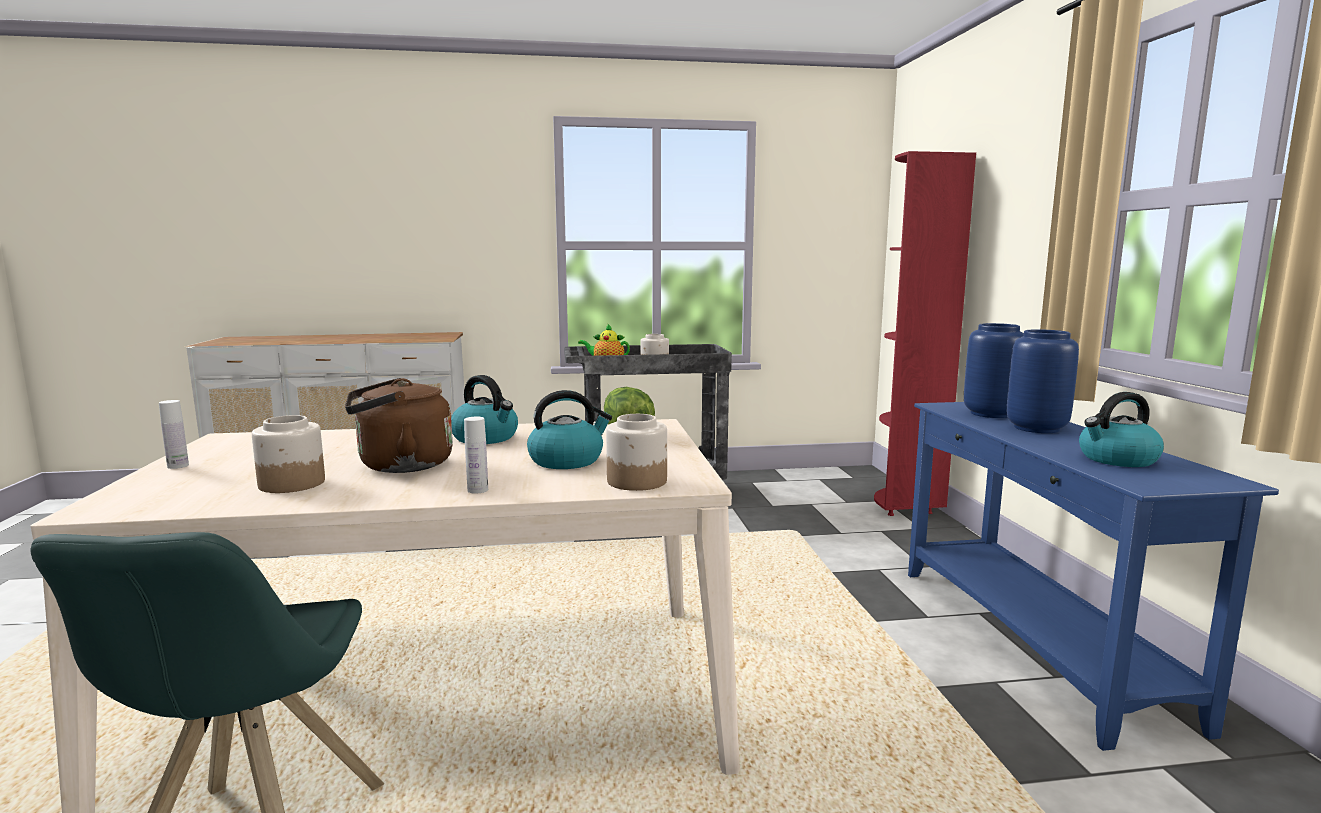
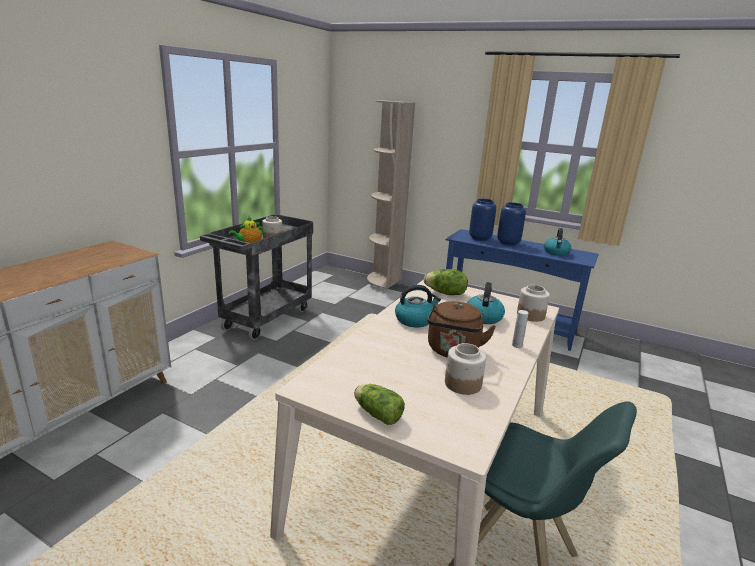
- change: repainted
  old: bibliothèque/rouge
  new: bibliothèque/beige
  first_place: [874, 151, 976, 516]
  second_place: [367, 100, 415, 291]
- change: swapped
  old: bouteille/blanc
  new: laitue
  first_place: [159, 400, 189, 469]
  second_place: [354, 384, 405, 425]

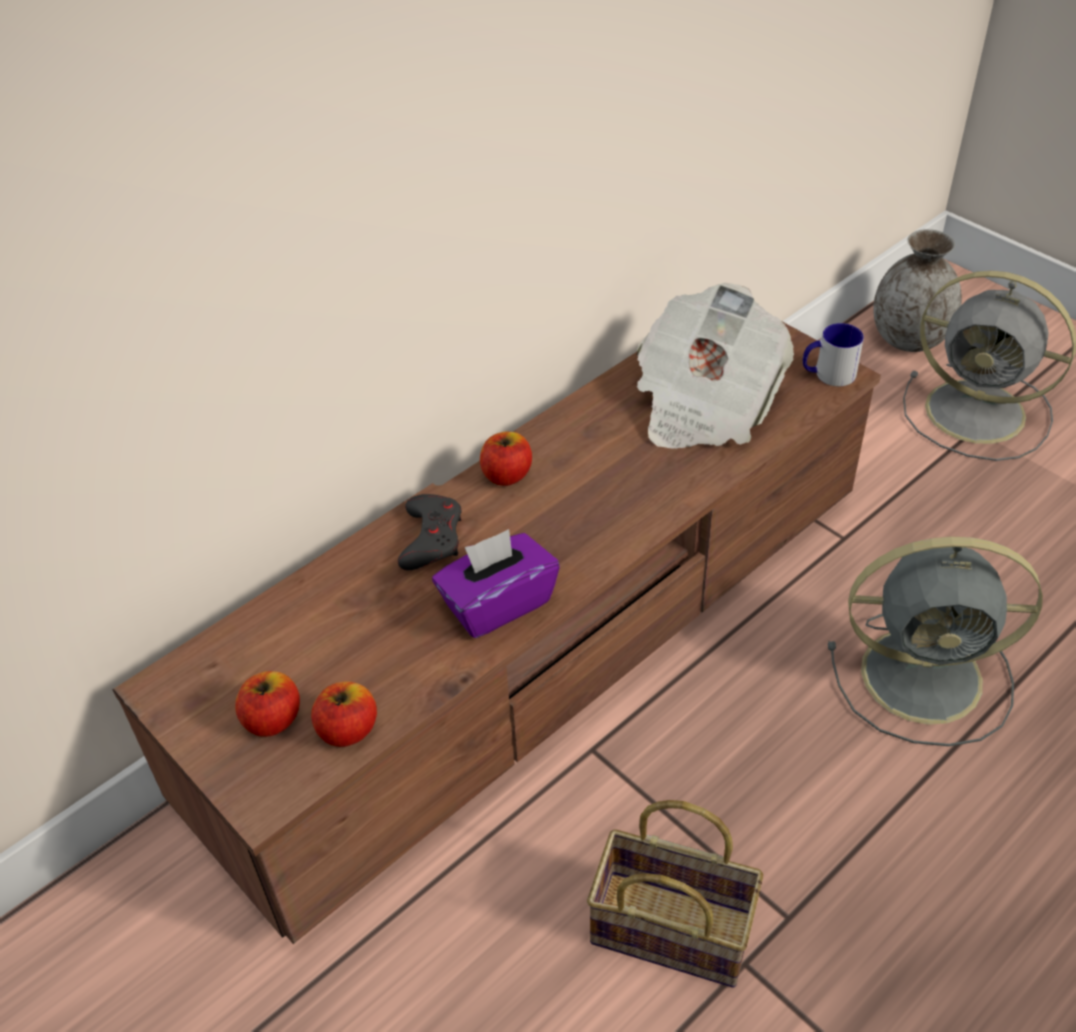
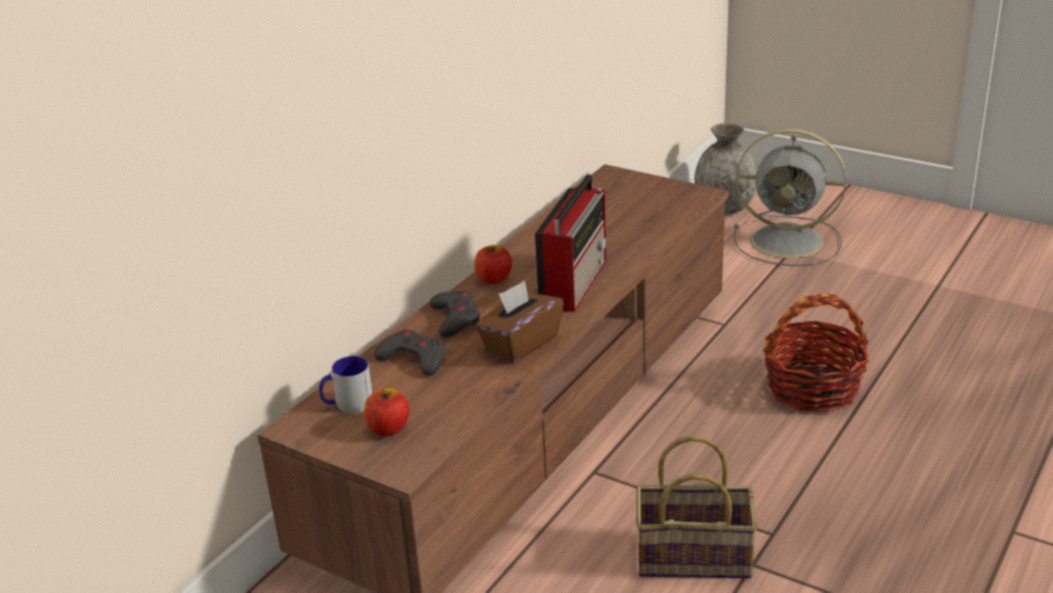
- change: gone
  old: journal
  first_place: [636, 283, 794, 449]
- change: shifted
  old: mug
  first_place: [803, 323, 864, 386]
  second_place: [319, 356, 372, 413]
- change: repainted
  old: boîte à mouchoirs/violet
  new: boîte à mouchoirs/marron
  first_place: [432, 529, 560, 638]
  second_place: [475, 280, 564, 363]
- change: swapped
  old: ventilateur/gris
  new: panier
  first_place: [828, 537, 1043, 746]
  second_place: [763, 293, 869, 412]
- change: gone
  old: pomme
  first_place: [311, 681, 377, 747]
- change: new
  new: radio
  second_place: [535, 174, 606, 312]
- change: new
  new: manette/gris
  second_place: [374, 329, 446, 376]

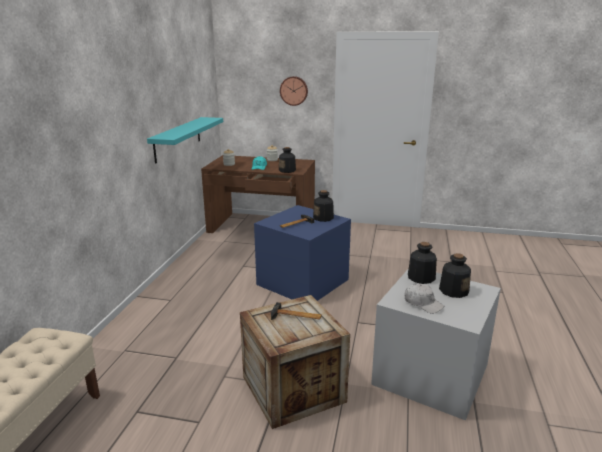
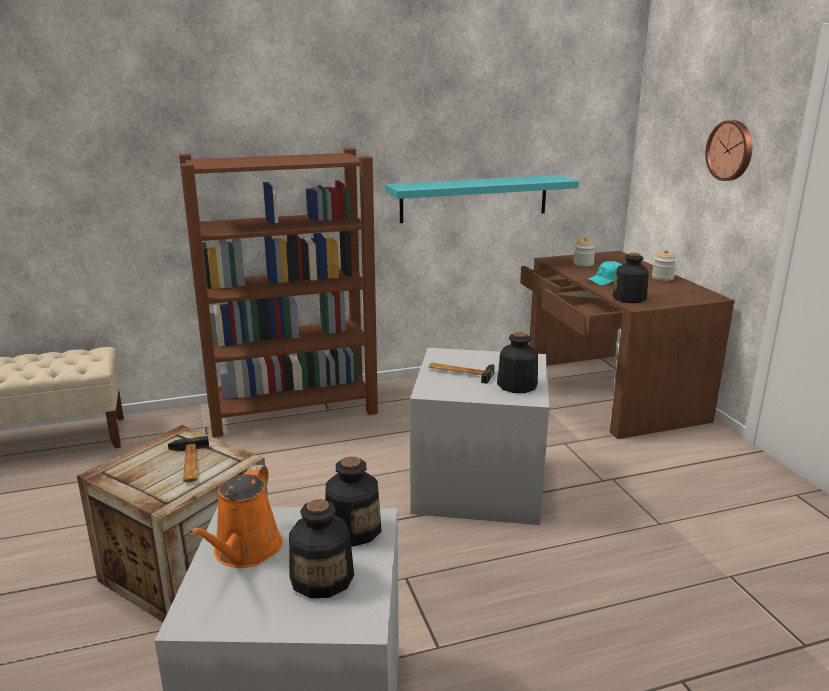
- change: repainted
  old: boîte de rangement/bleu
  new: boîte de rangement/gris
  first_place: [254, 205, 351, 301]
  second_place: [410, 348, 549, 525]
- change: swapped
  old: casquette/blanc
  new: arrosoir/orange
  first_place: [404, 284, 444, 314]
  second_place: [189, 465, 283, 568]
- change: new
  new: bibliothèque/marron
  second_place: [179, 147, 378, 437]

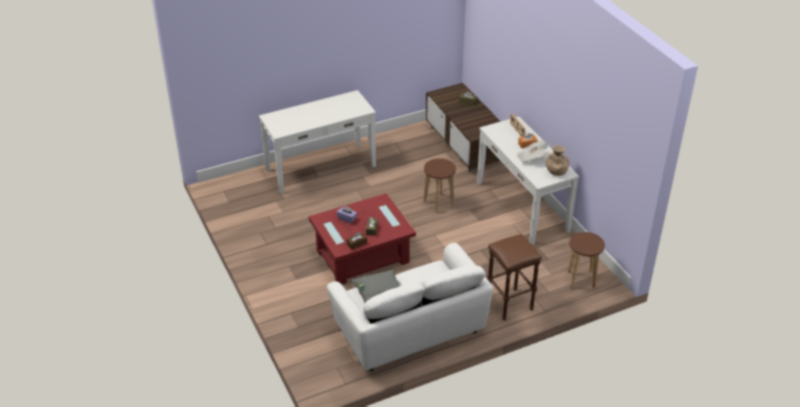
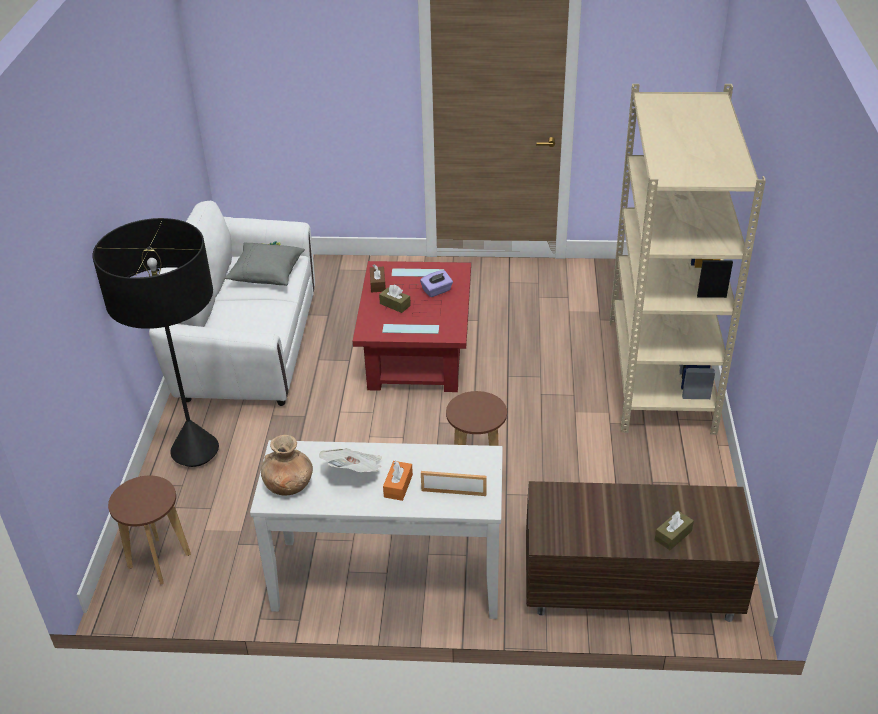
- change: swapped
  old: table console/blanc
  new: bibliothèque/beige
  first_place: [259, 90, 376, 194]
  second_place: [610, 84, 766, 435]
- change: swapped
  old: tabouret/marron
  new: lampadaire/noir
  first_place: [487, 234, 542, 320]
  second_place: [92, 218, 219, 467]

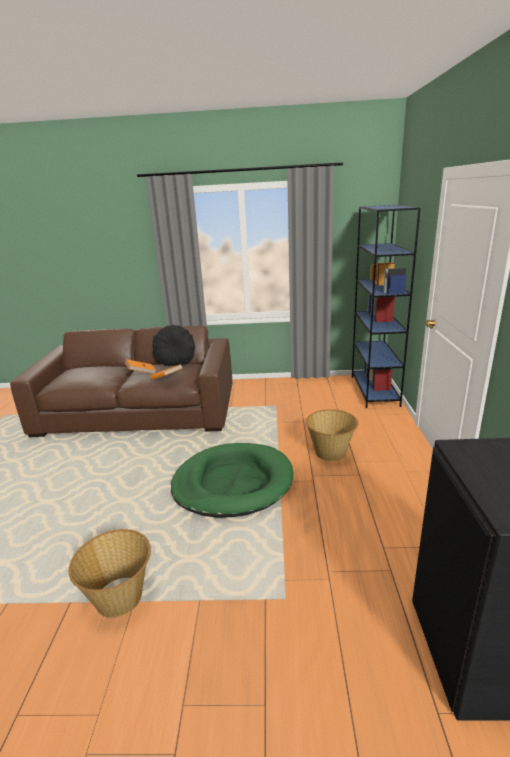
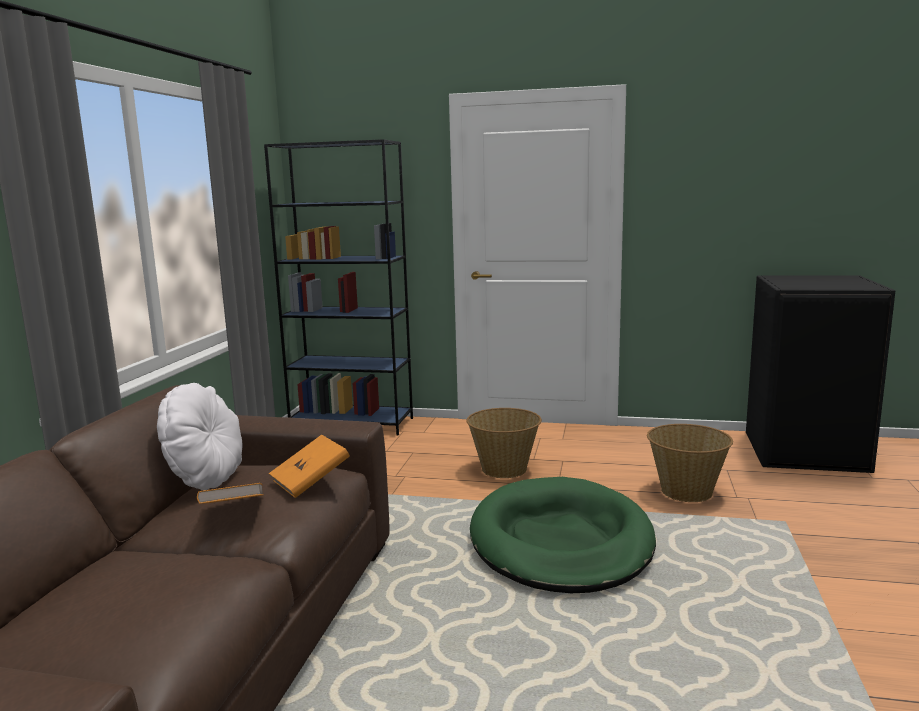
- change: repainted
  old: coussin/noir
  new: coussin/blanc
  first_place: [152, 325, 195, 366]
  second_place: [157, 383, 242, 490]
- change: shifted
  old: panier
  first_place: [69, 529, 151, 618]
  second_place: [647, 424, 733, 502]

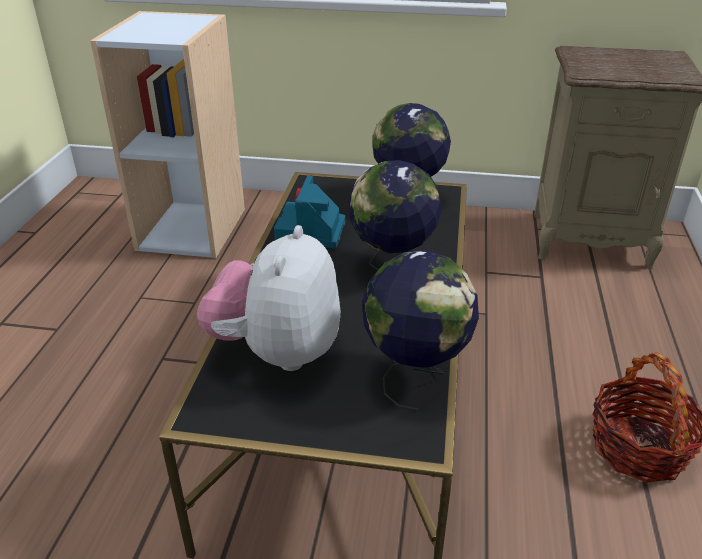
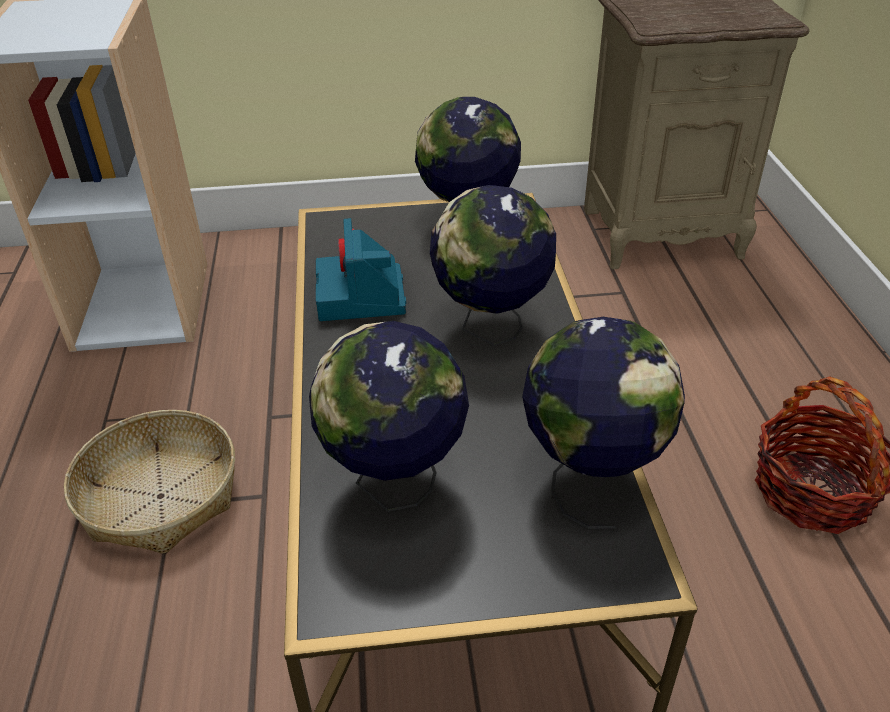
- change: swapped
  old: peluche
  new: globe
  first_place: [197, 225, 340, 371]
  second_place: [309, 321, 469, 512]
- change: new
  new: panier
  second_place: [64, 410, 235, 554]

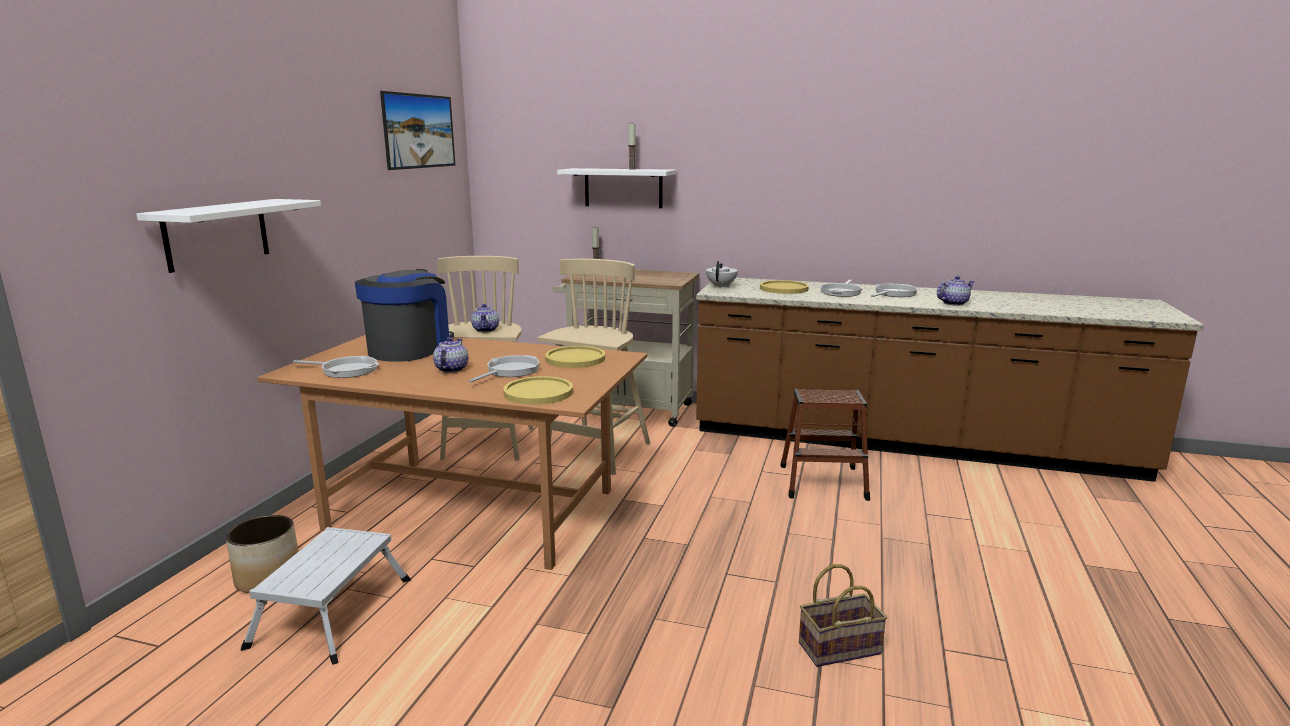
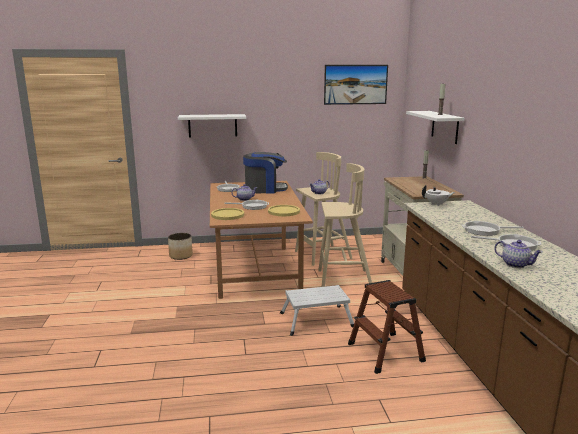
- change: gone
  old: assiette/jaune
  first_place: [760, 280, 809, 294]
- change: shifted
  old: escabeau/blanc
  first_place: [241, 527, 411, 665]
  second_place: [280, 285, 354, 336]
- change: gone
  old: panier
  first_place: [799, 564, 887, 667]

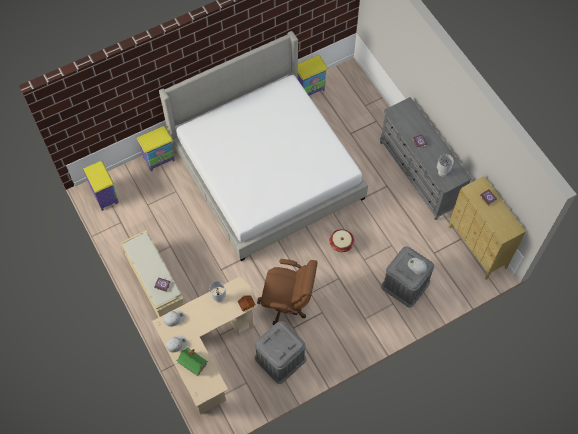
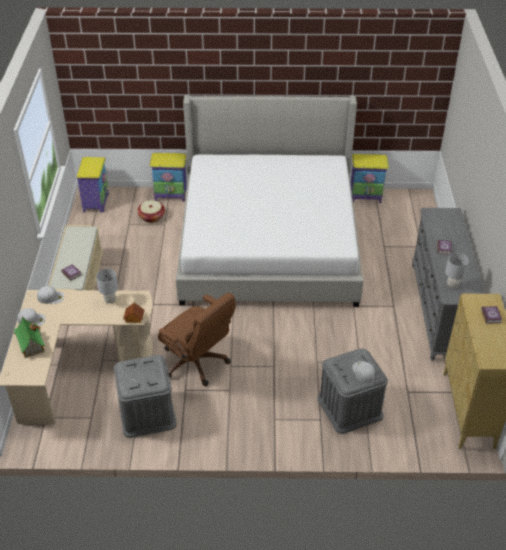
- change: shifted
  old: panier
  first_place: [329, 229, 354, 252]
  second_place: [137, 200, 165, 223]

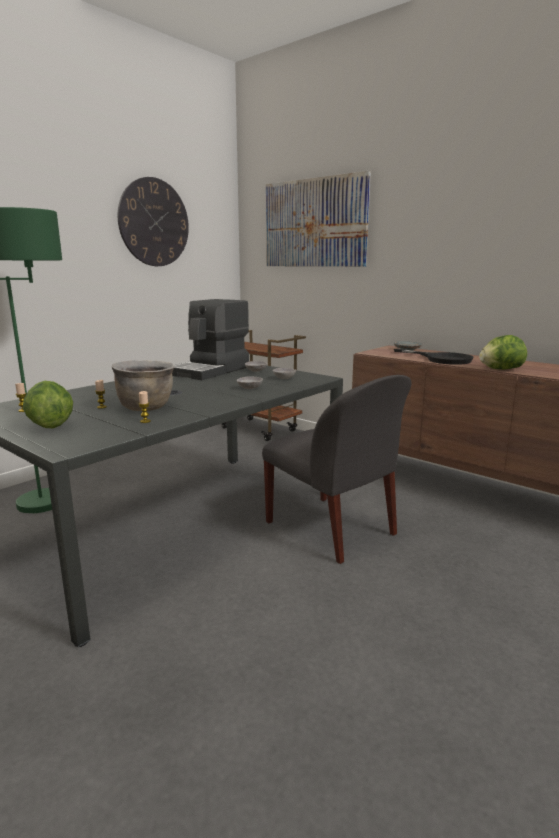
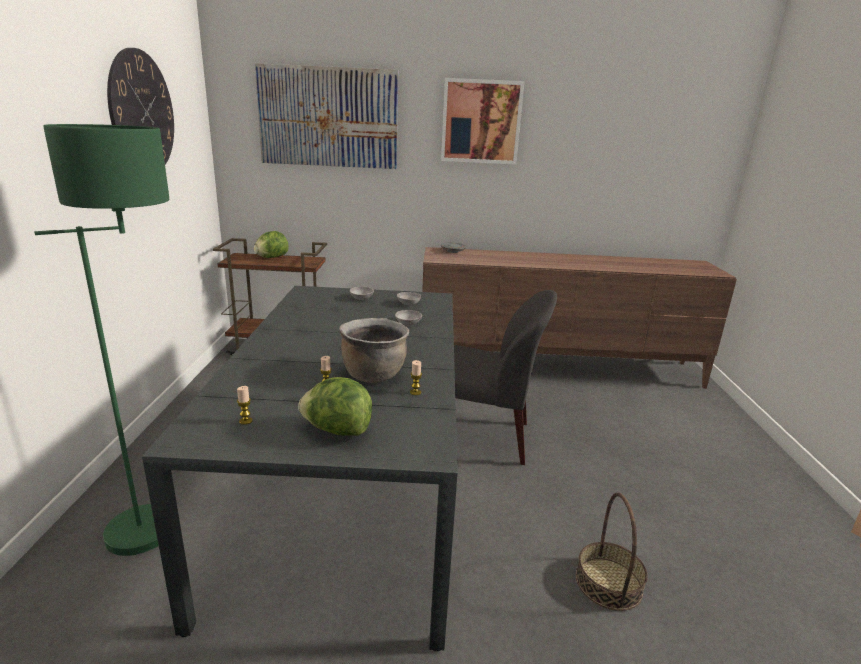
- change: gone
  old: machine à café
  first_place: [172, 299, 249, 380]
- change: shifted
  old: laitue
  first_place: [479, 335, 527, 370]
  second_place: [254, 231, 289, 258]
- change: gone
  old: poêle/noir
  first_place: [394, 348, 473, 365]
- change: new
  new: tableau
  second_place: [441, 78, 525, 165]
- change: new
  new: panier
  second_place: [576, 492, 648, 611]

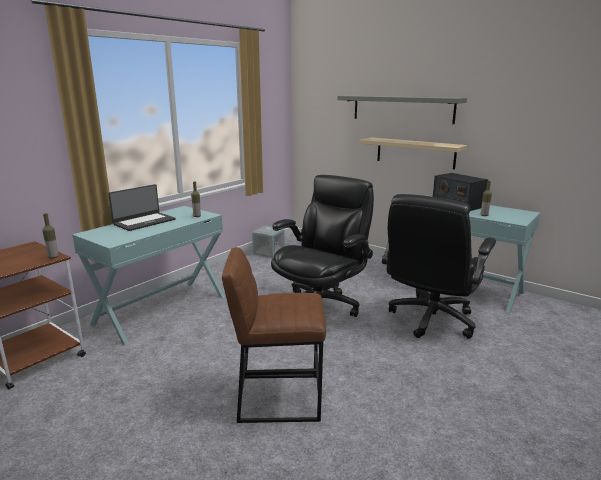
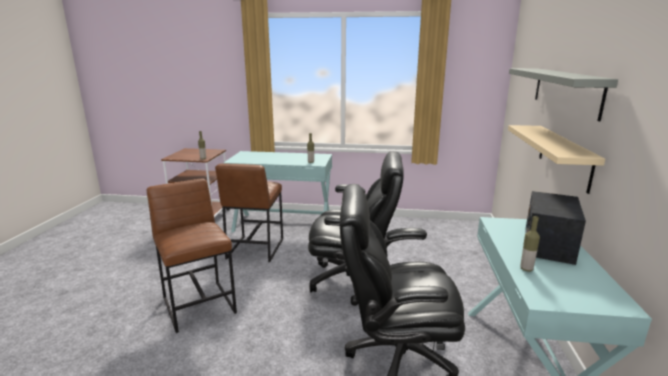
- change: gone
  old: ordinateur portable
  first_place: [108, 184, 176, 231]
- change: gone
  old: boîte de rangement/gris
  first_place: [252, 226, 285, 258]
- change: new
  new: chaise/marron
  second_place: [215, 164, 283, 262]

